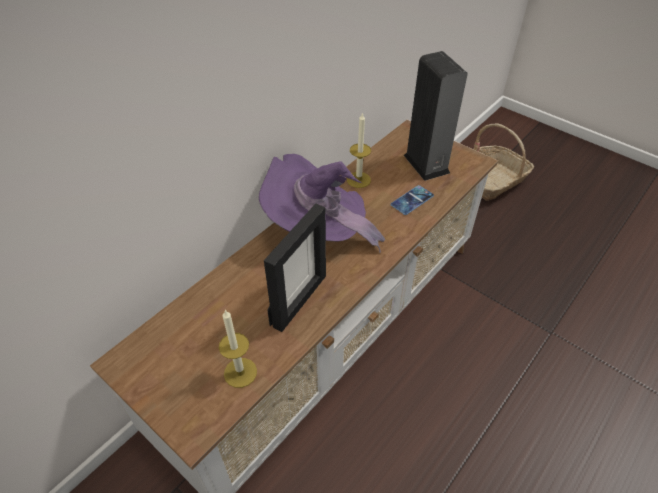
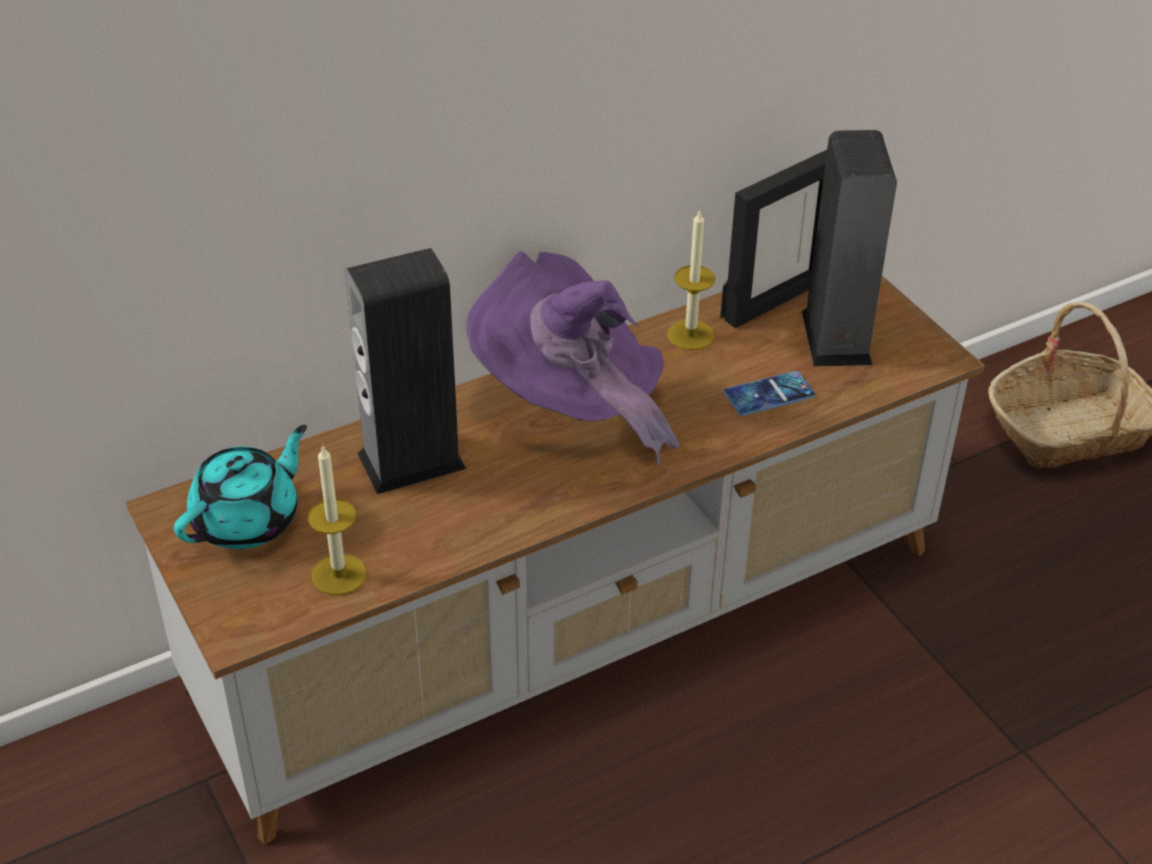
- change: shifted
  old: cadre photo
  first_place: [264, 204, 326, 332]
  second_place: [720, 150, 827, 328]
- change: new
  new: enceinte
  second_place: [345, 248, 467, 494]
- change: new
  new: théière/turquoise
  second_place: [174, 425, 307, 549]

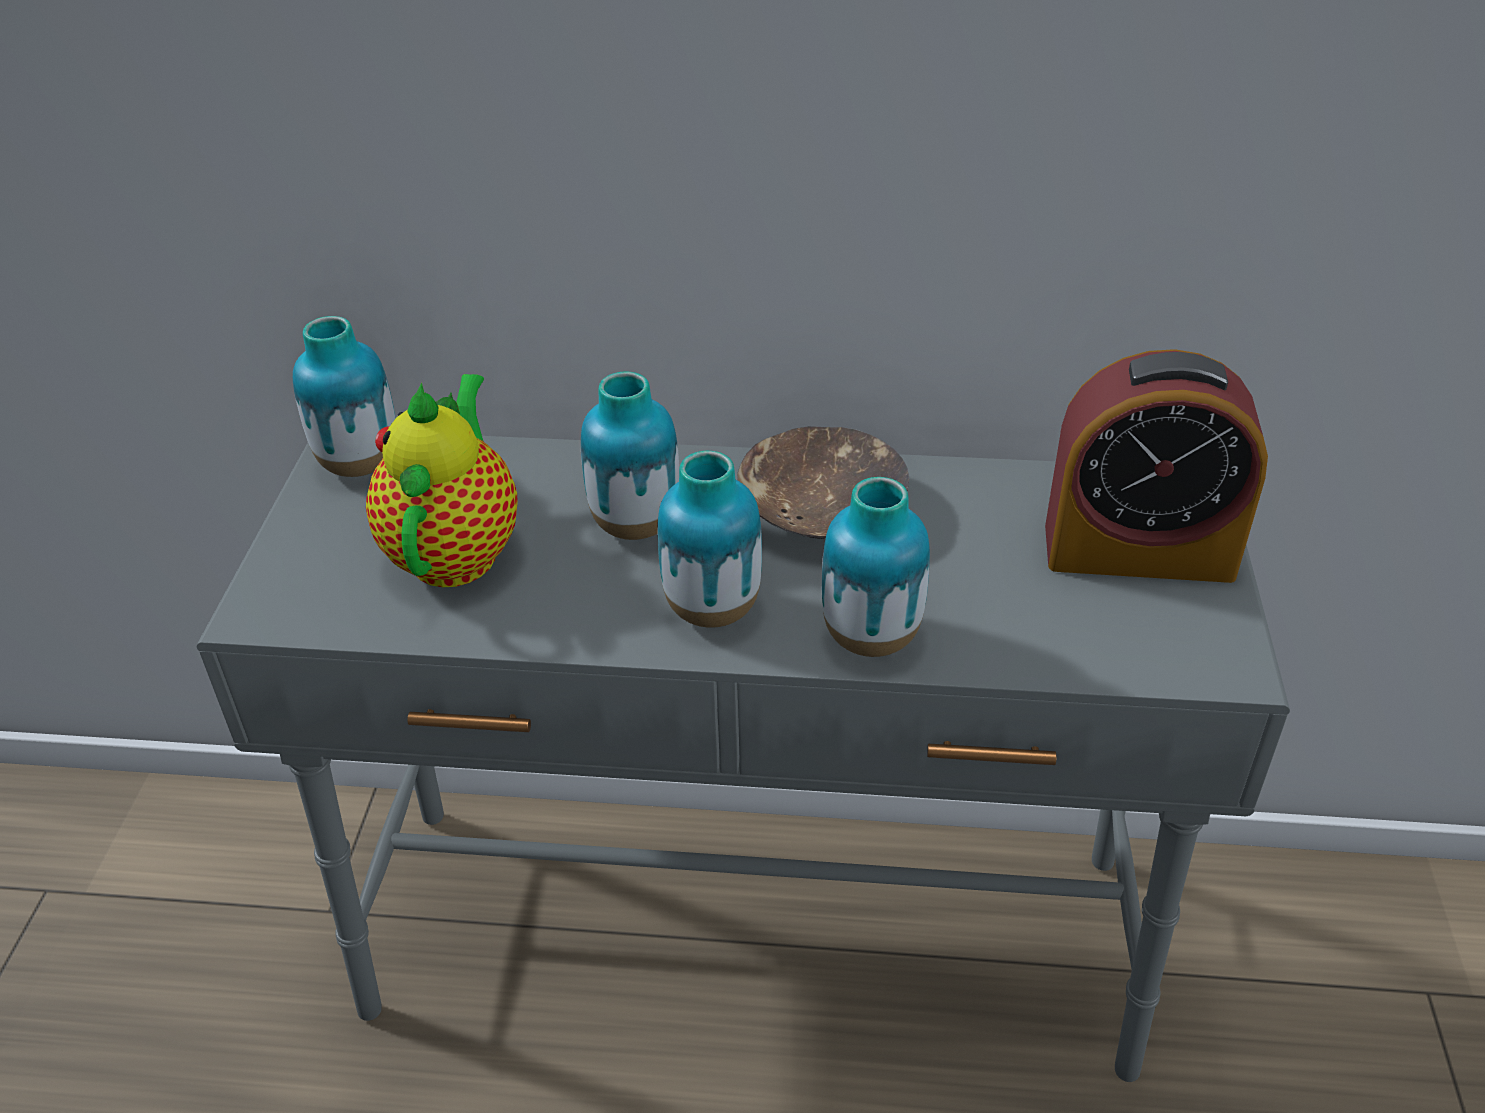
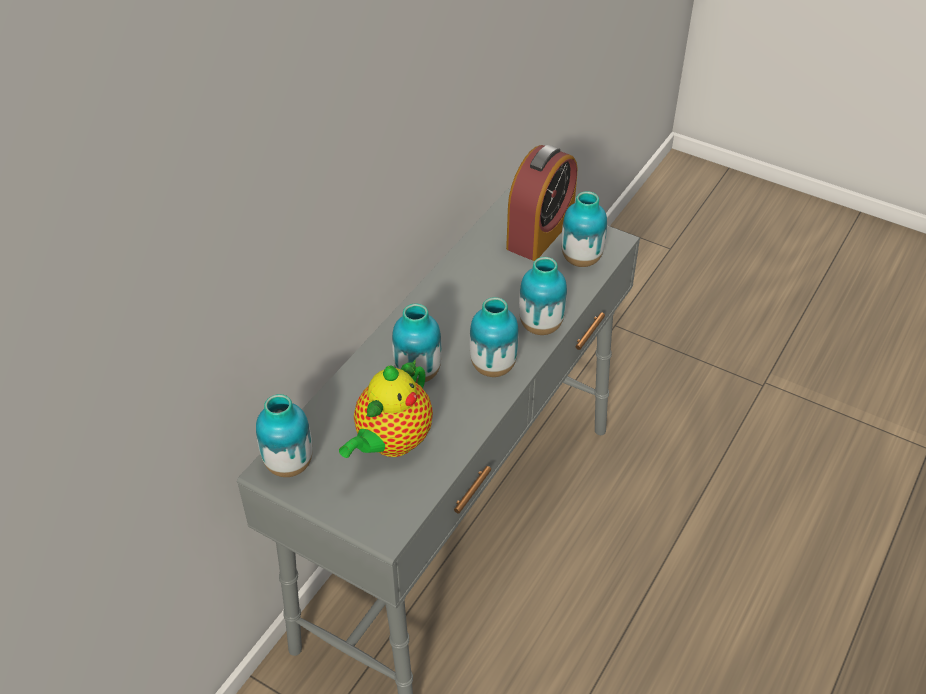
- change: rotated
  old: théière
  first_place: [366, 374, 518, 587]
  second_place: [339, 360, 433, 458]
  degrees: -90
- change: gone
  old: bol/marron
  first_place: [737, 426, 909, 539]
- change: new
  new: vase
  second_place: [561, 191, 607, 267]

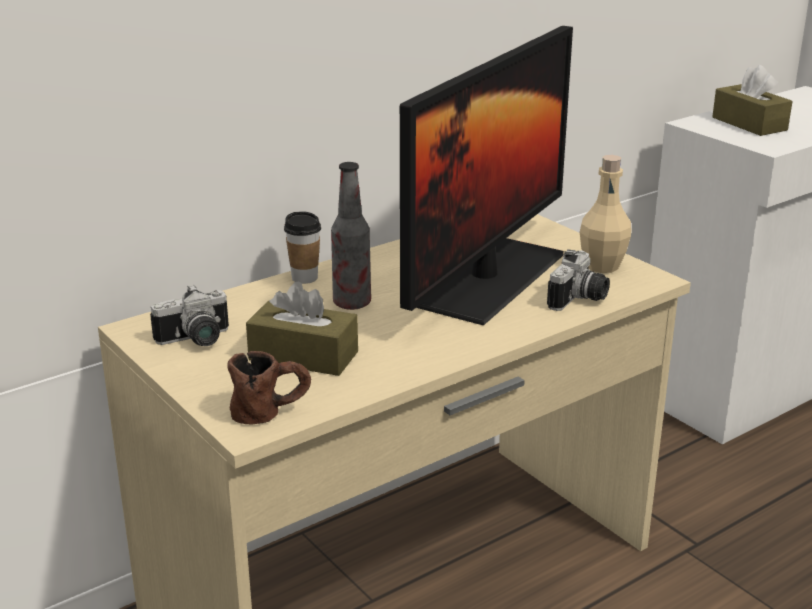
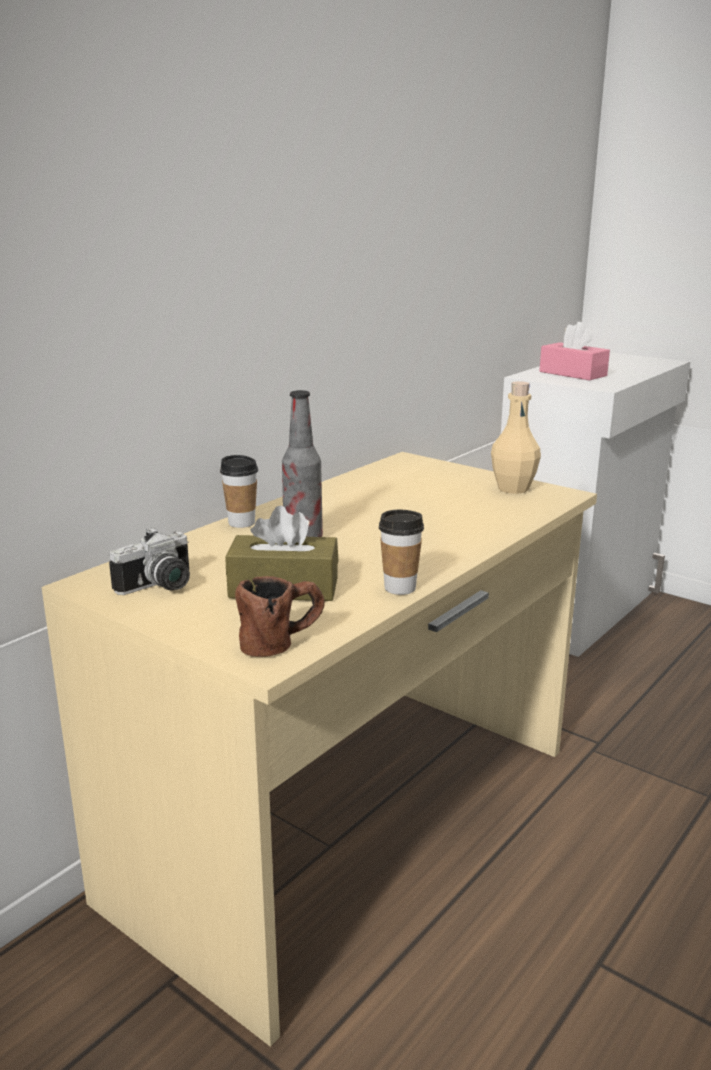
- change: gone
  old: écran d'ordinateur
  first_place: [400, 26, 573, 325]
- change: repainted
  old: boîte à mouchoirs/marron
  new: boîte à mouchoirs/rose
  first_place: [712, 65, 792, 136]
  second_place: [539, 322, 610, 381]
- change: gone
  old: appareil photo
  first_place: [547, 249, 610, 311]
- change: new
  new: tasse
  second_place: [379, 510, 424, 595]

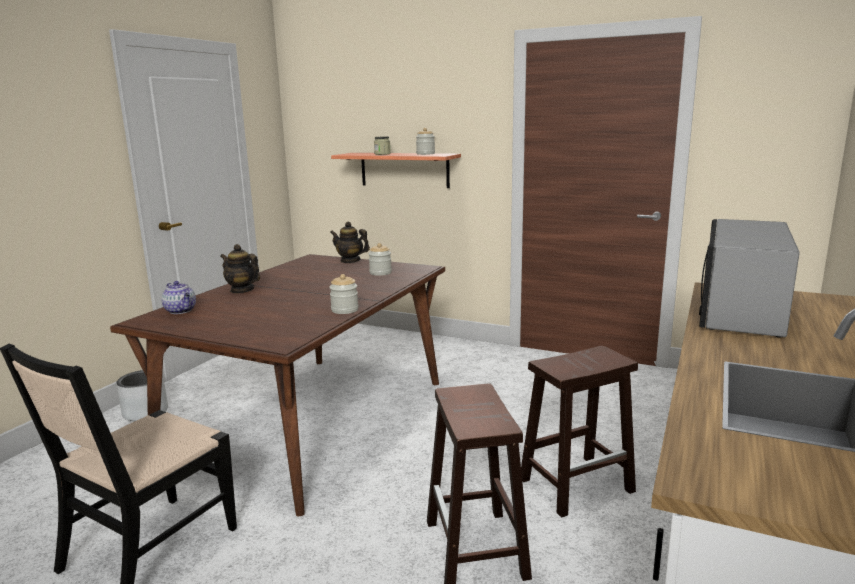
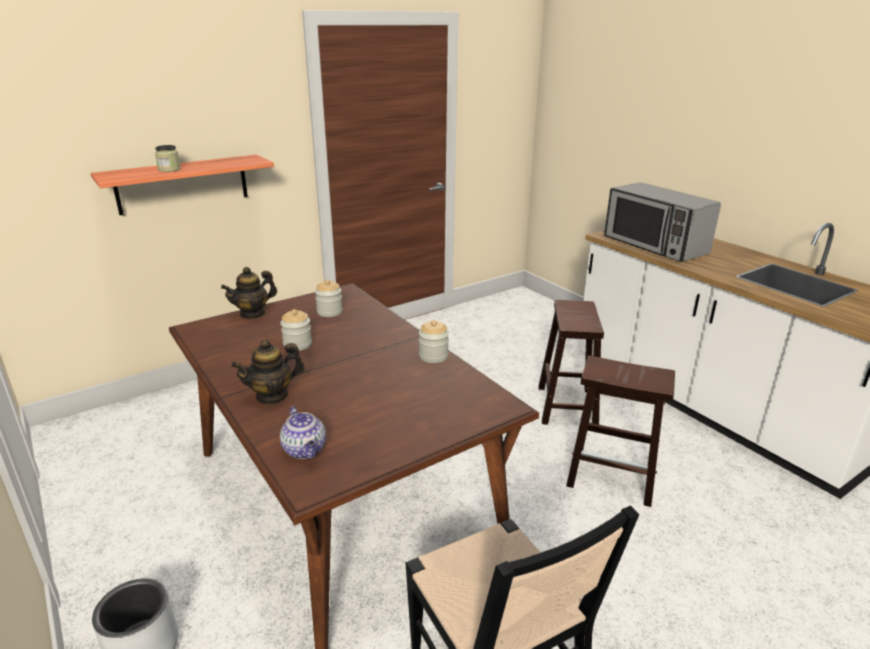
- change: shifted
  old: bocal
  first_place: [416, 128, 435, 155]
  second_place: [280, 309, 312, 351]
- change: rotated
  old: théière
  first_place: [161, 281, 196, 314]
  second_place: [280, 406, 326, 459]
  degrees: 75

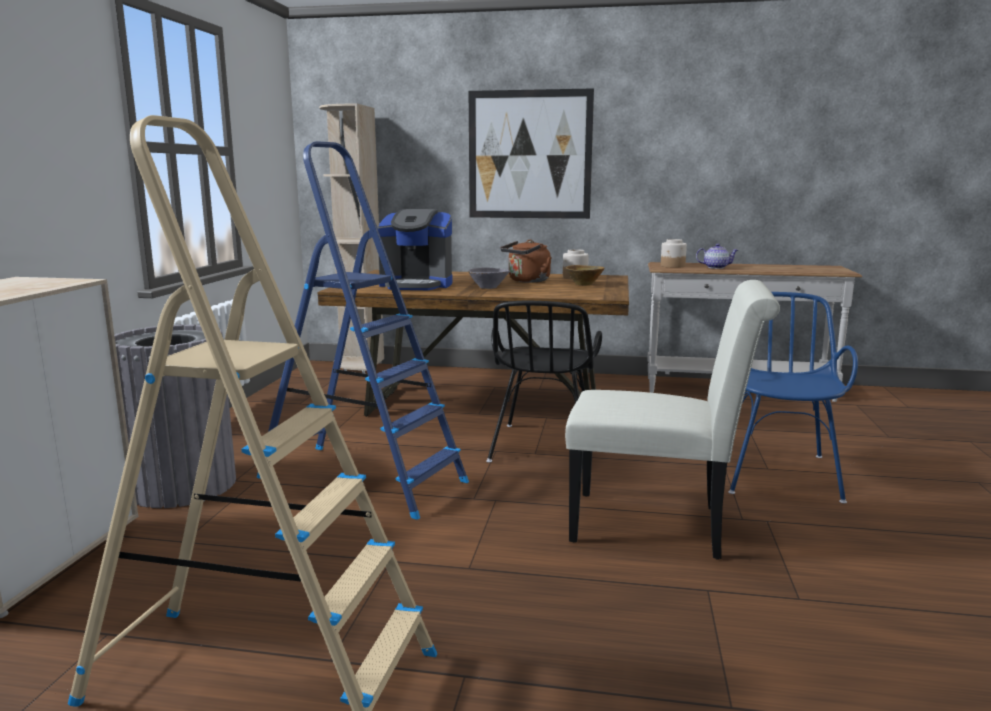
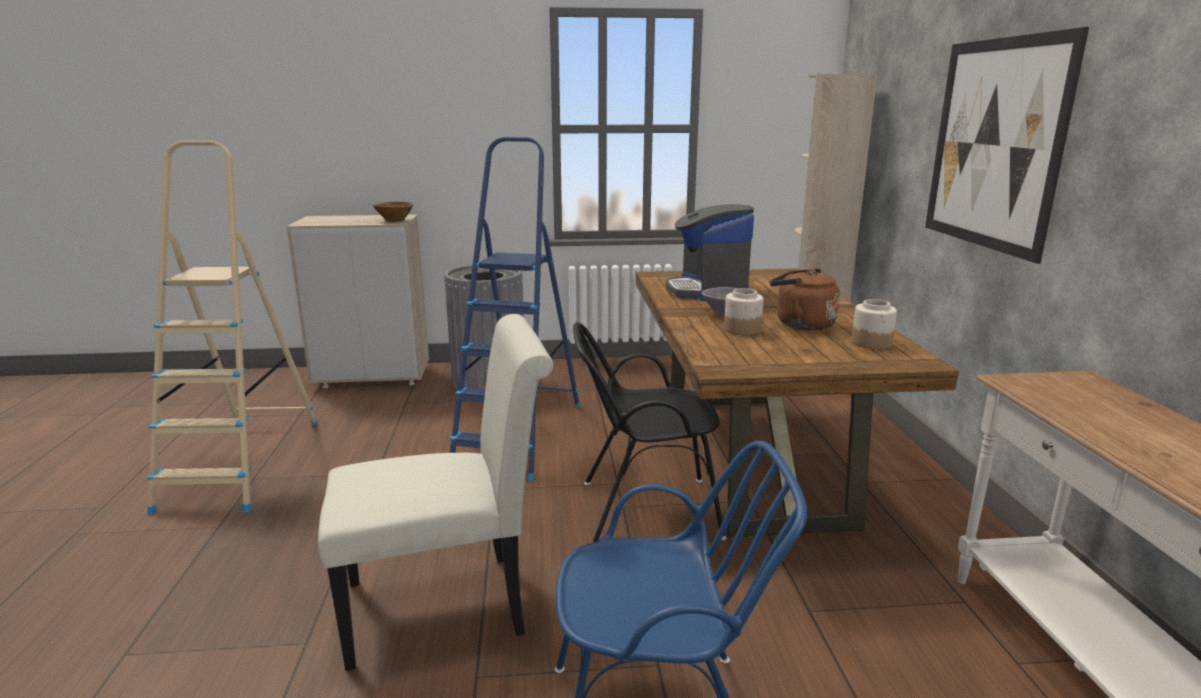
- change: shifted
  old: bocal
  first_place: [661, 239, 687, 268]
  second_place: [724, 288, 764, 335]
- change: gone
  old: théière
  first_place: [696, 244, 738, 269]
- change: shifted
  old: bol/marron
  first_place: [566, 265, 605, 285]
  second_place: [373, 201, 413, 222]
- change: rotated
  old: chaise/blanc
  first_place: [565, 280, 780, 560]
  second_place: [318, 314, 553, 671]
  degrees: -105

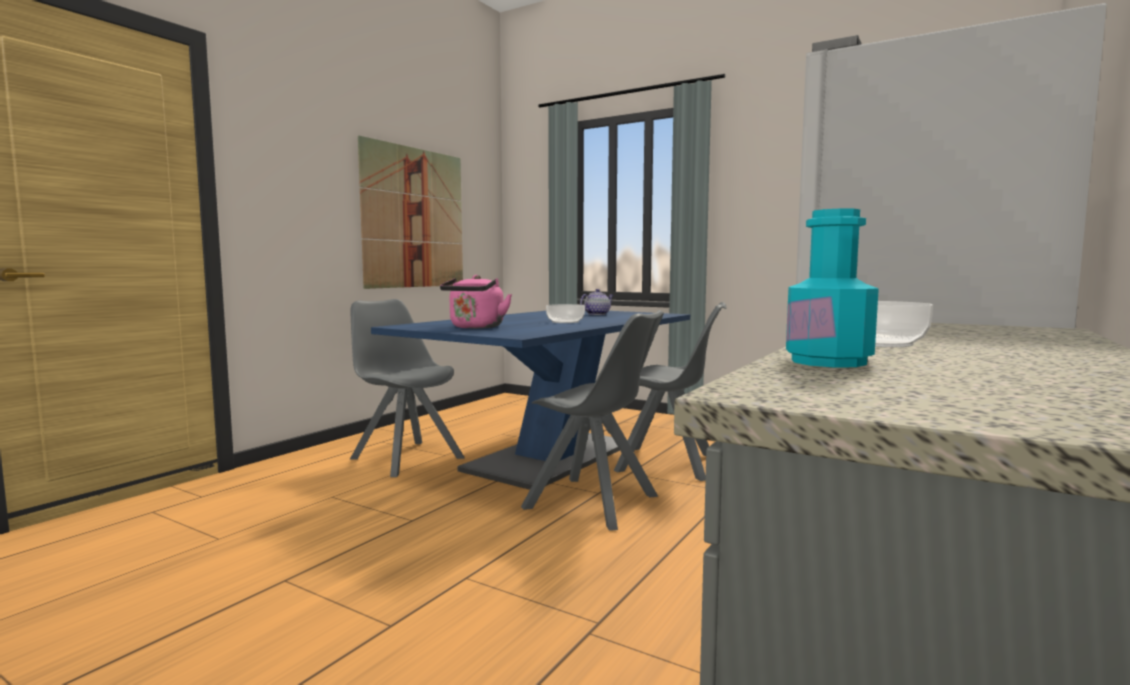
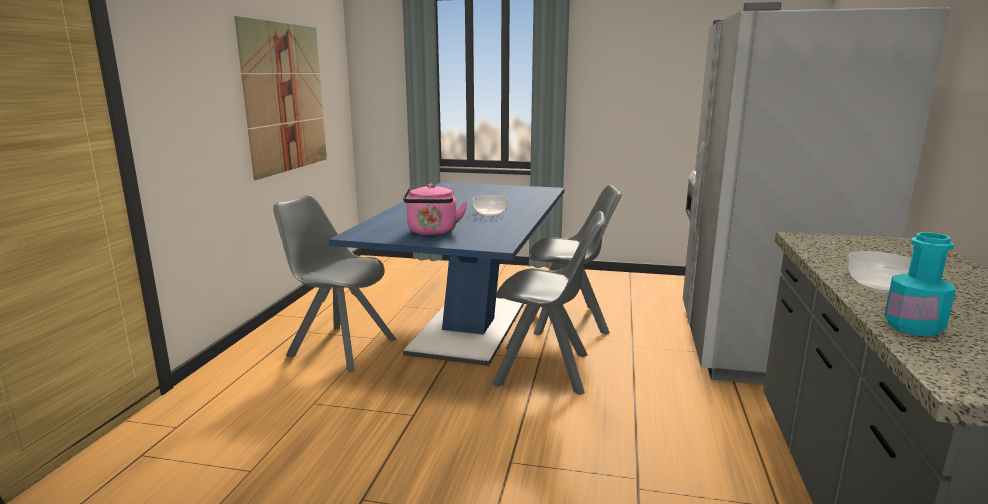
- change: gone
  old: théière
  first_place: [580, 289, 614, 315]

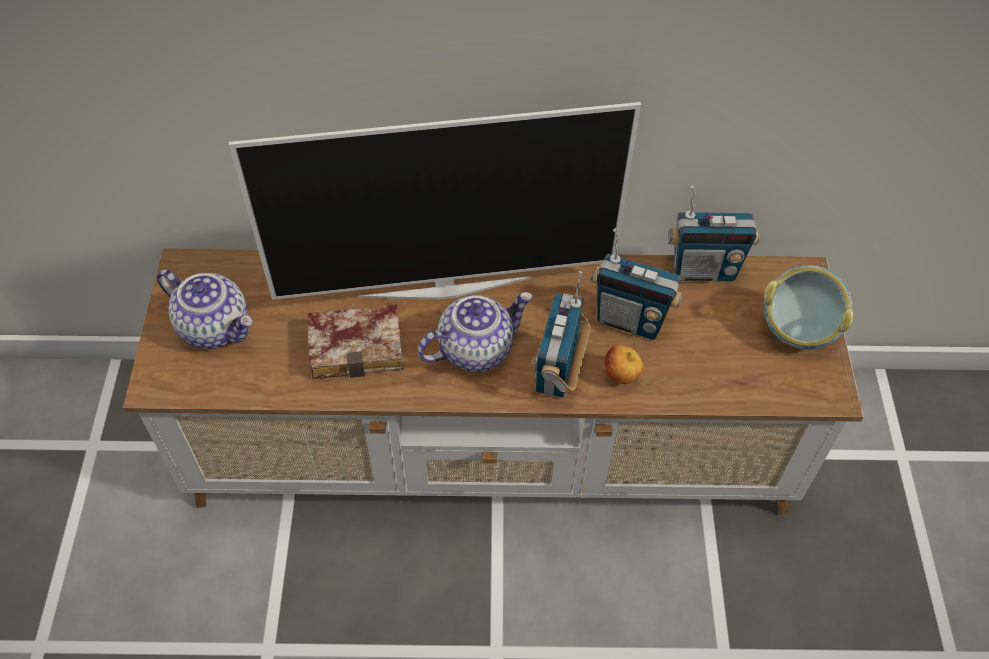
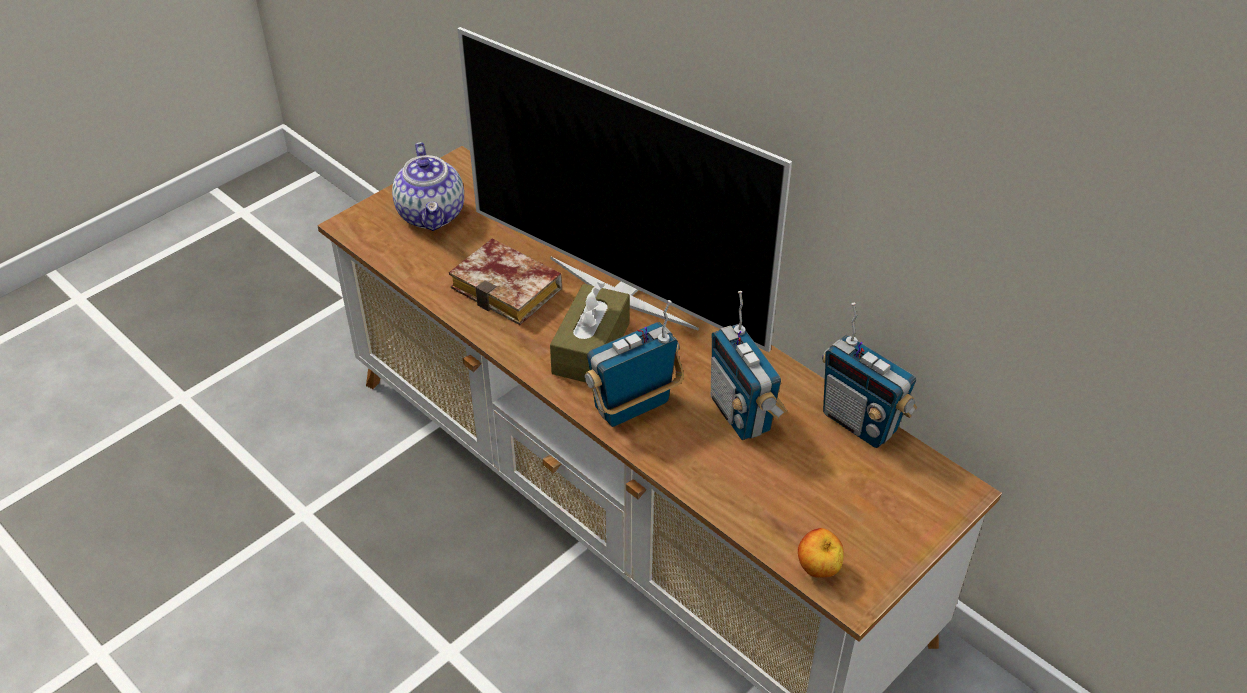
- change: gone
  old: bol
  first_place: [764, 265, 853, 350]
- change: swapped
  old: théière
  new: boîte à mouchoirs/marron
  first_place: [417, 292, 533, 372]
  second_place: [550, 282, 630, 382]
- change: shifted
  old: pomme
  first_place: [604, 345, 644, 384]
  second_place: [798, 528, 844, 578]

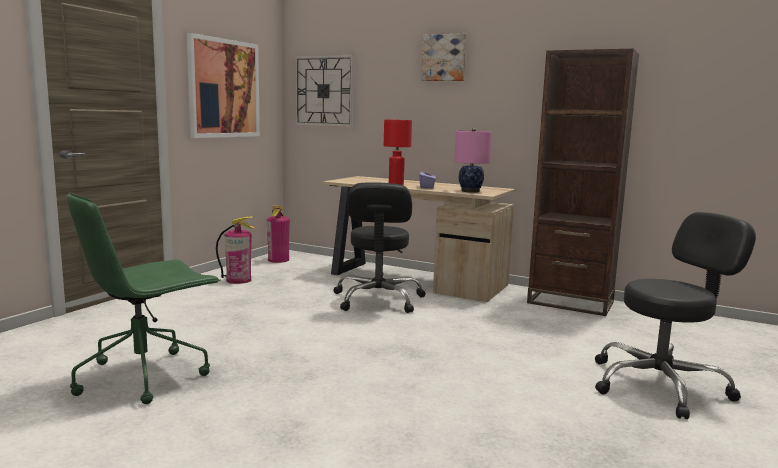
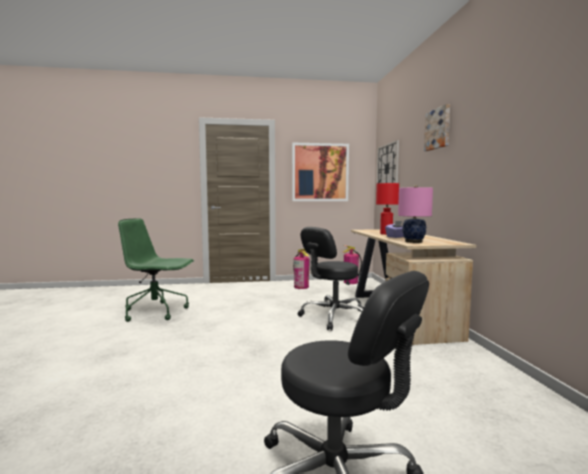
- change: gone
  old: bibliothèque/marron
  first_place: [527, 49, 639, 316]

